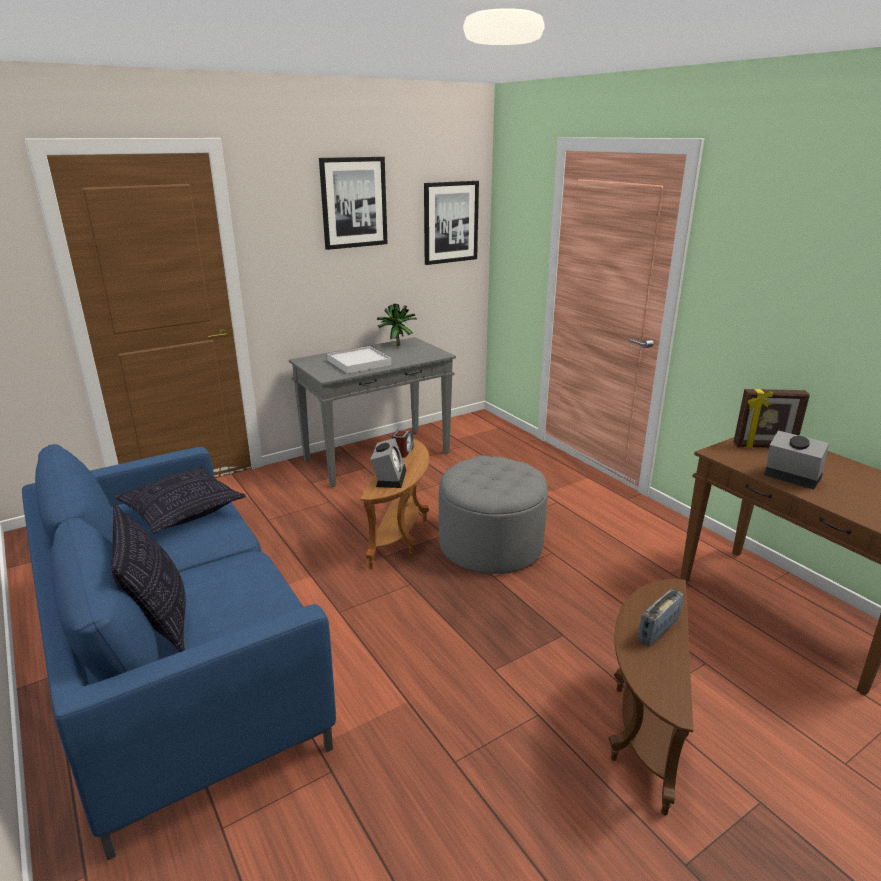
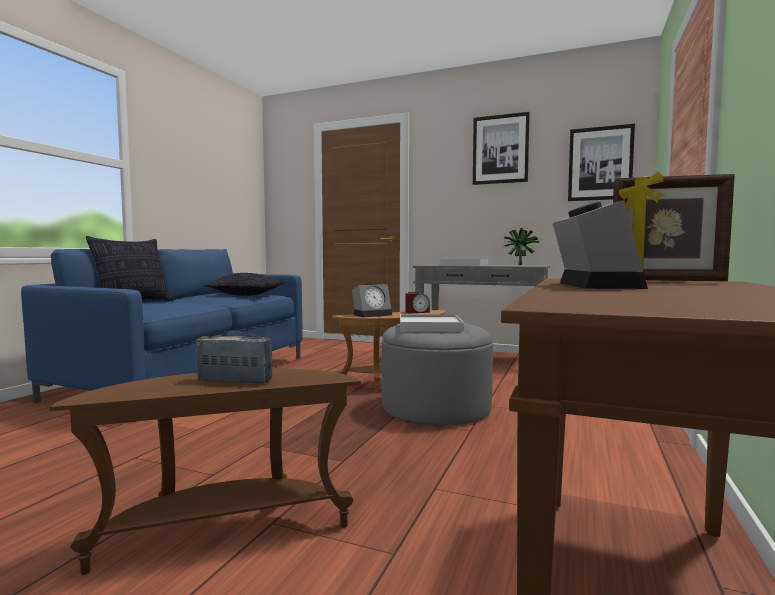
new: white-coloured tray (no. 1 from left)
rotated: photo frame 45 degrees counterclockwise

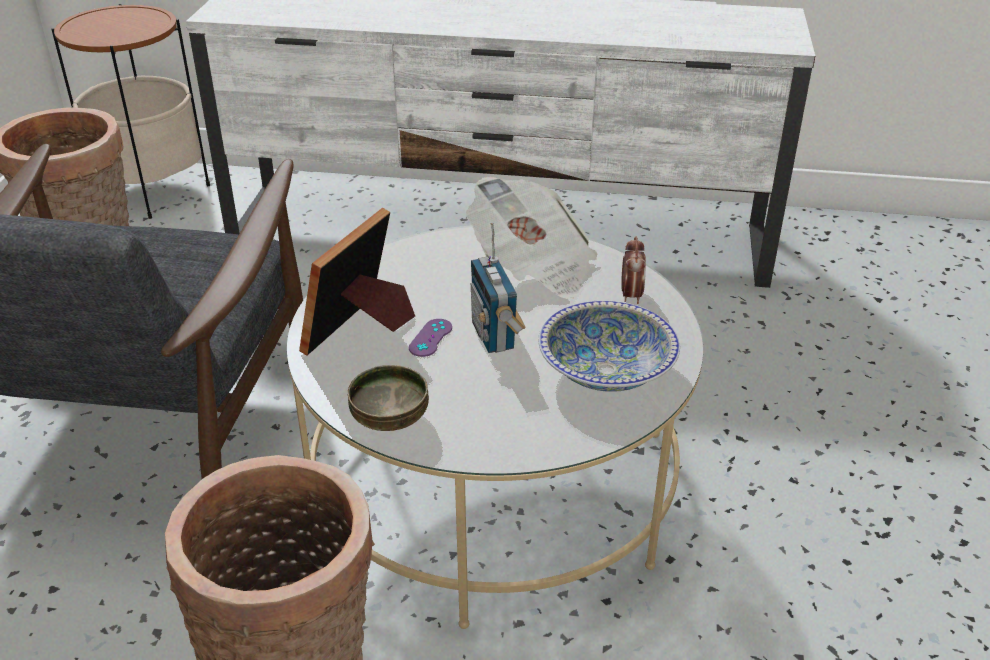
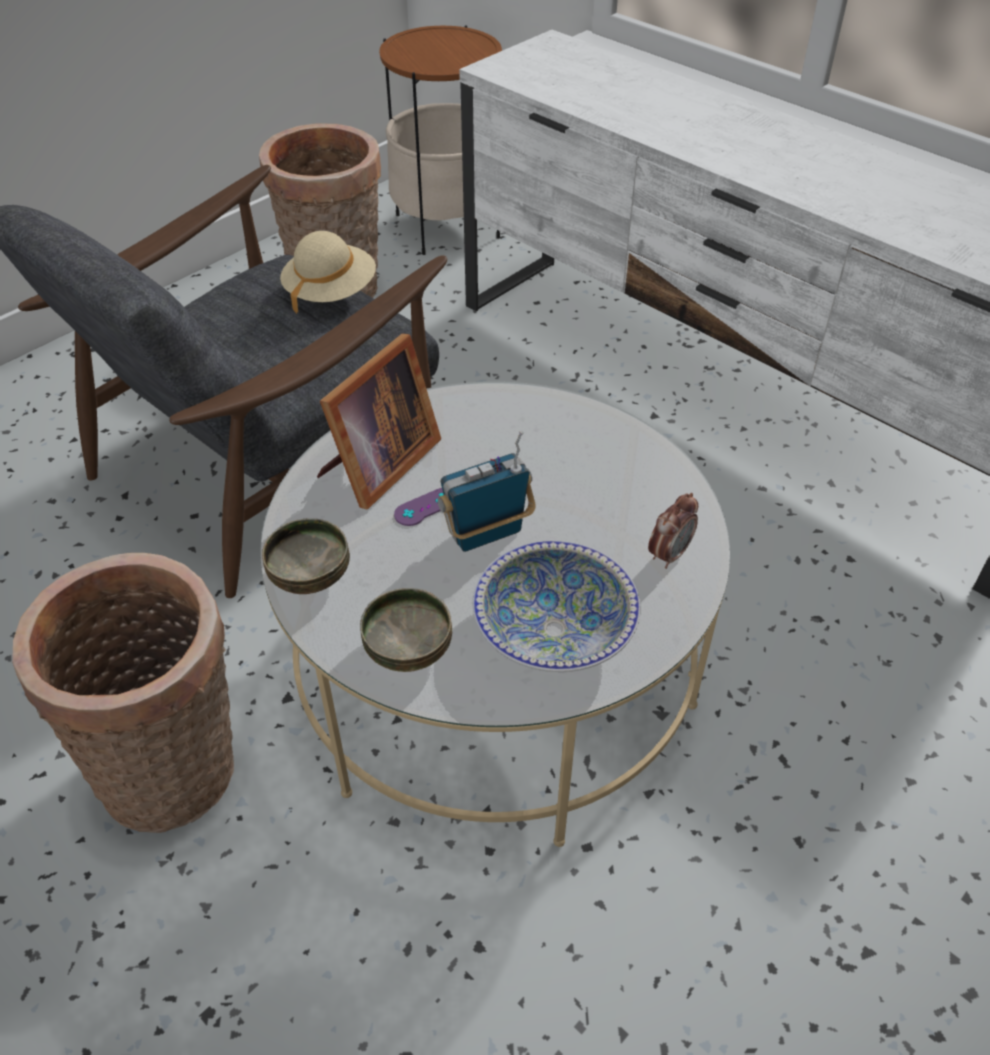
gone: newspaper
new: beige wearable hat; serving bowl (no. 2 from left)
rotated: photo frame 150 degrees clockwise; radio set 45 degrees clockwise

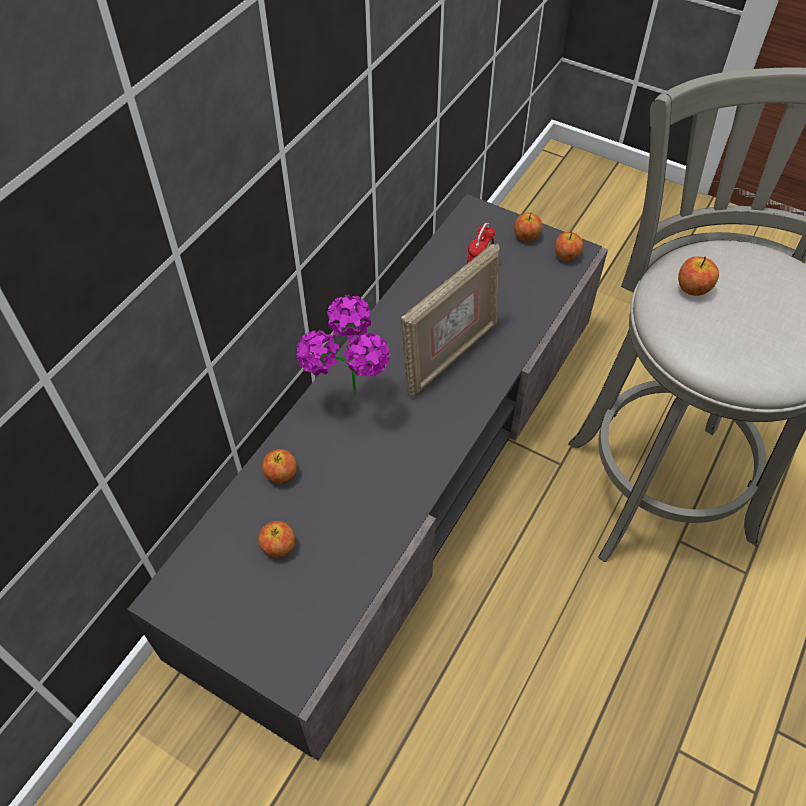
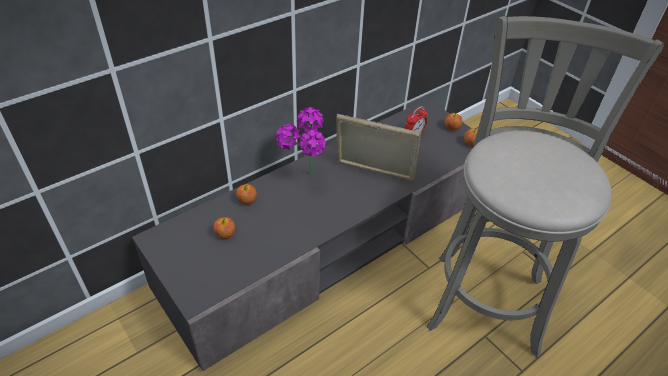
gone: apple (no. 5 from left)
rotated: photo frame 135 degrees counterclockwise

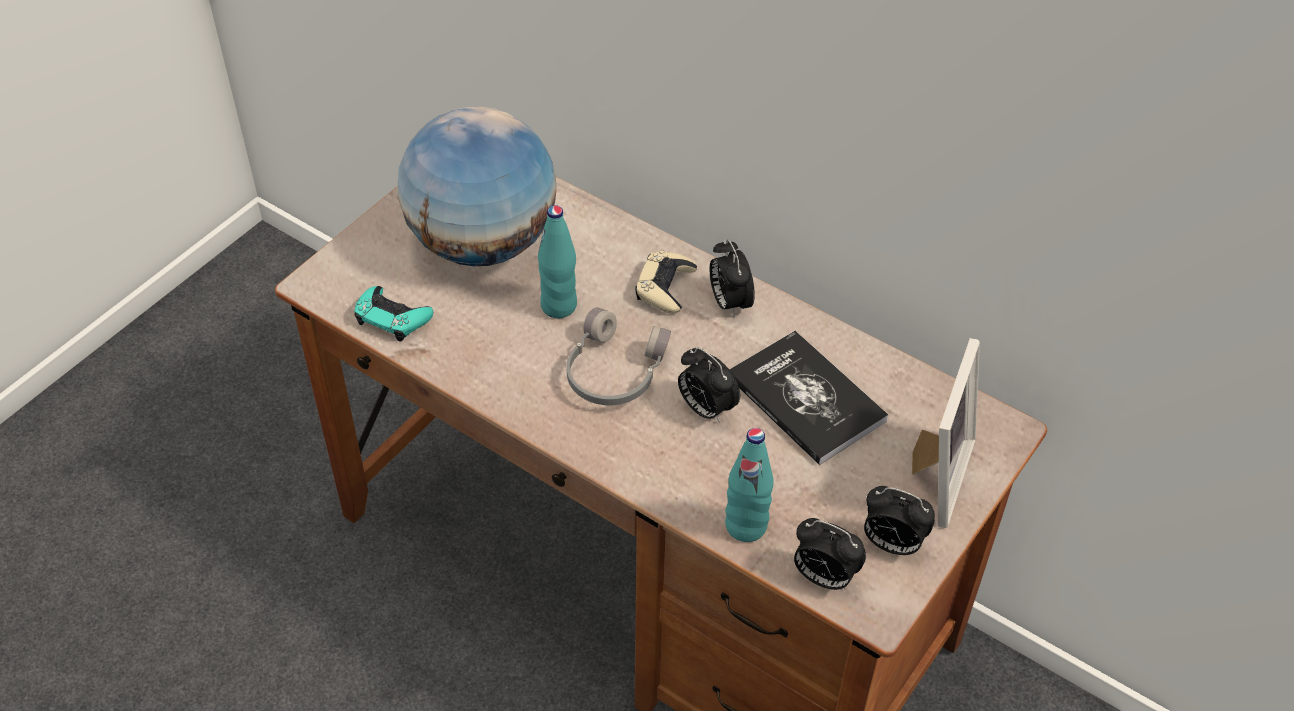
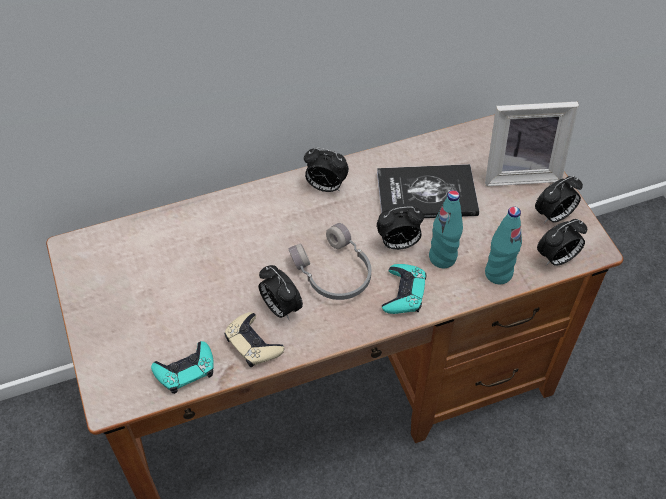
gone: world globe
new: bedside clock (no. 1 from left); turquoise gamepad (no. 2 from left)
shifted: turquoise beverage bottle (no. 1 from left); beige gamepad
rotated: photo frame 120 degrees clockwise

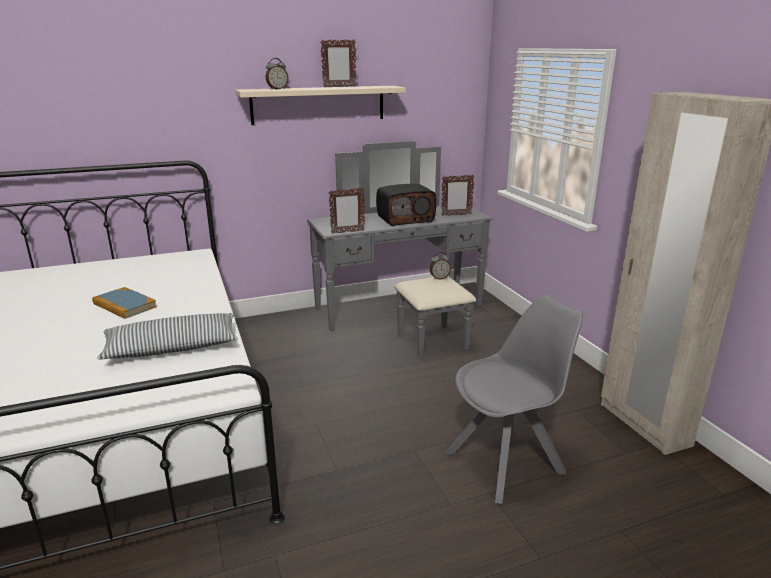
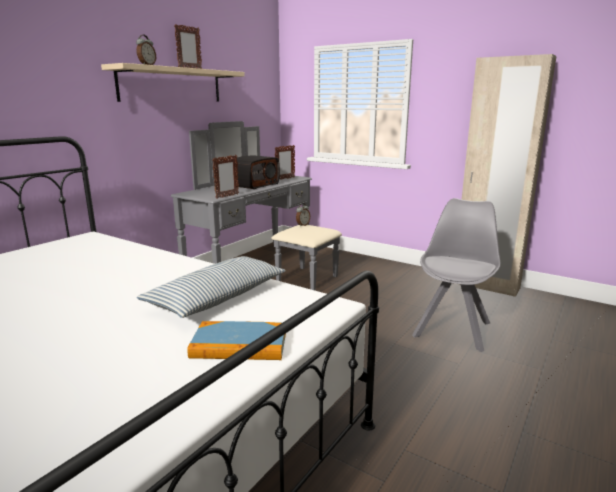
shifted: volume

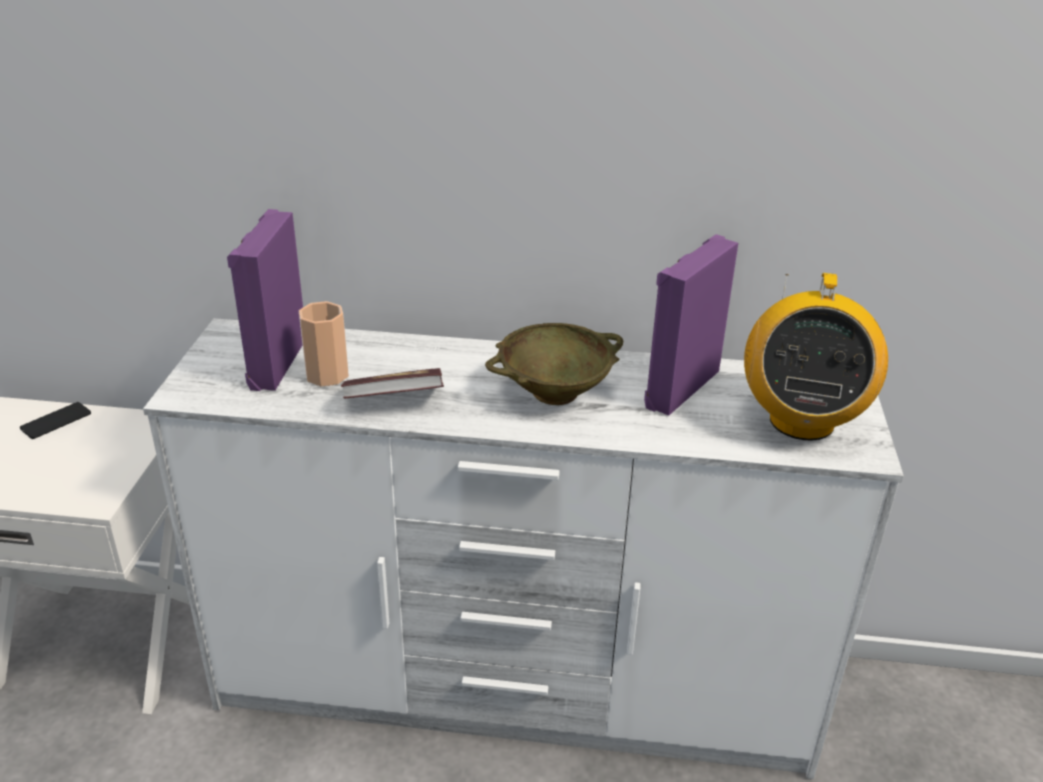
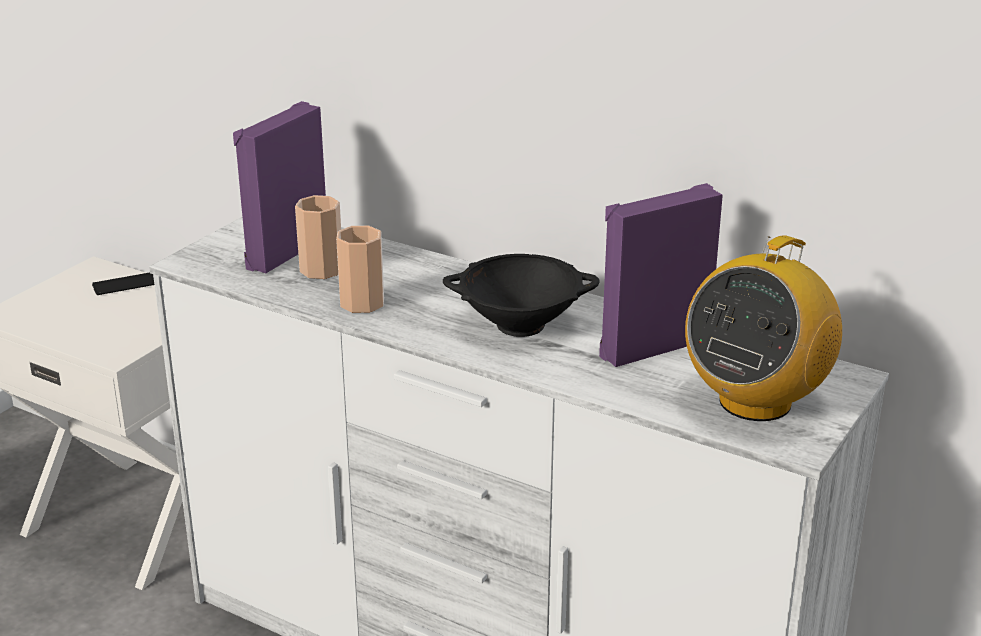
swapped: volume to cup (no. 2 from left)
repainted: beige serving bowl to black-coloured serving bowl

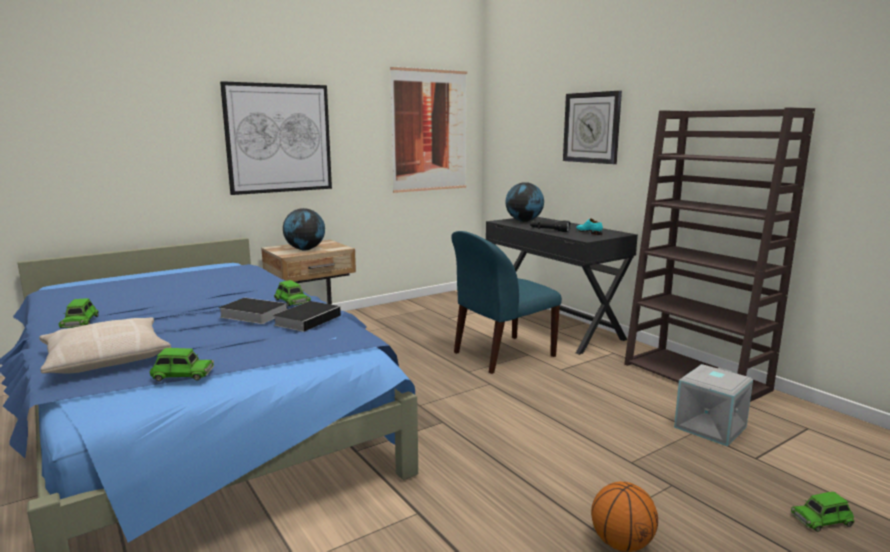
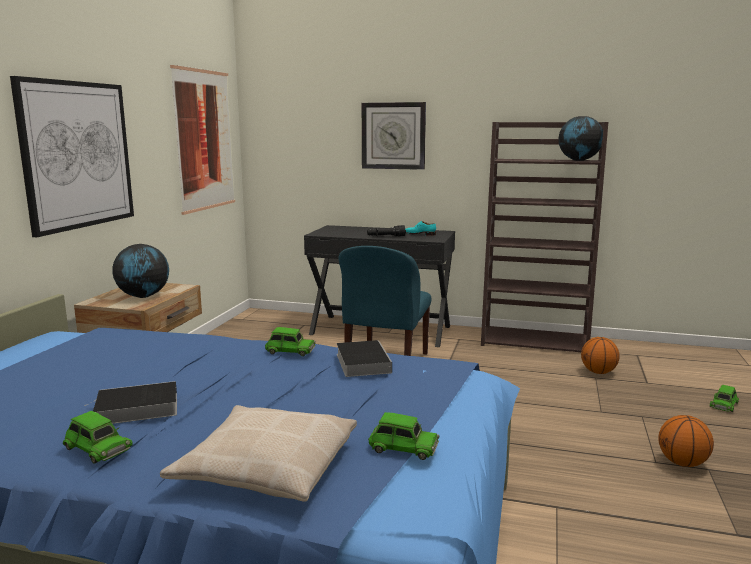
shifted: volume (no. 1 from left); world globe (no. 2 from left)
swapped: gray storage container to basketball ball (no. 1 from left)
rotated: green-coloured toy car (no. 2 from left in the first image) 60 degrees clockwise

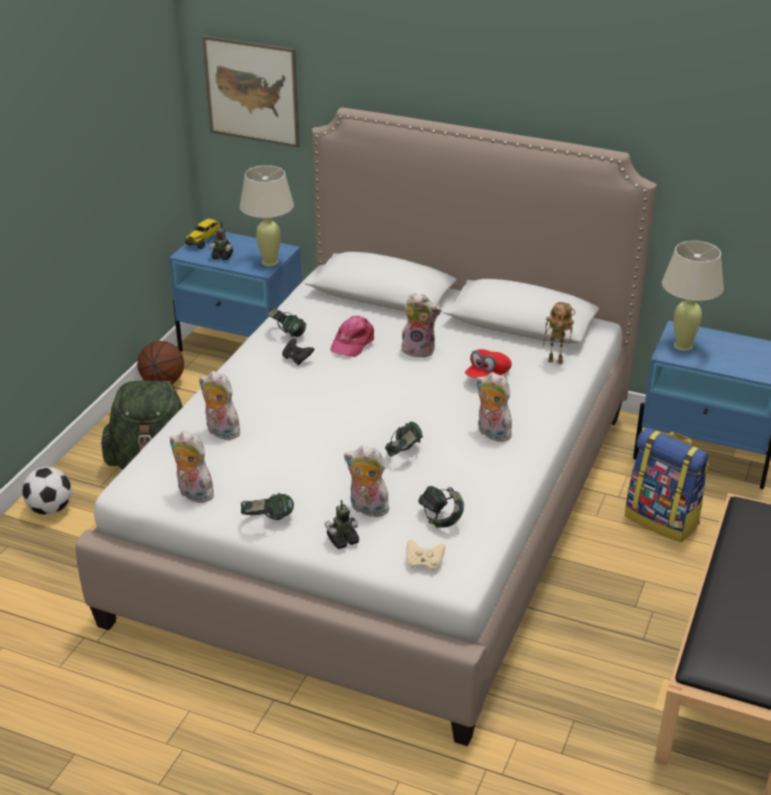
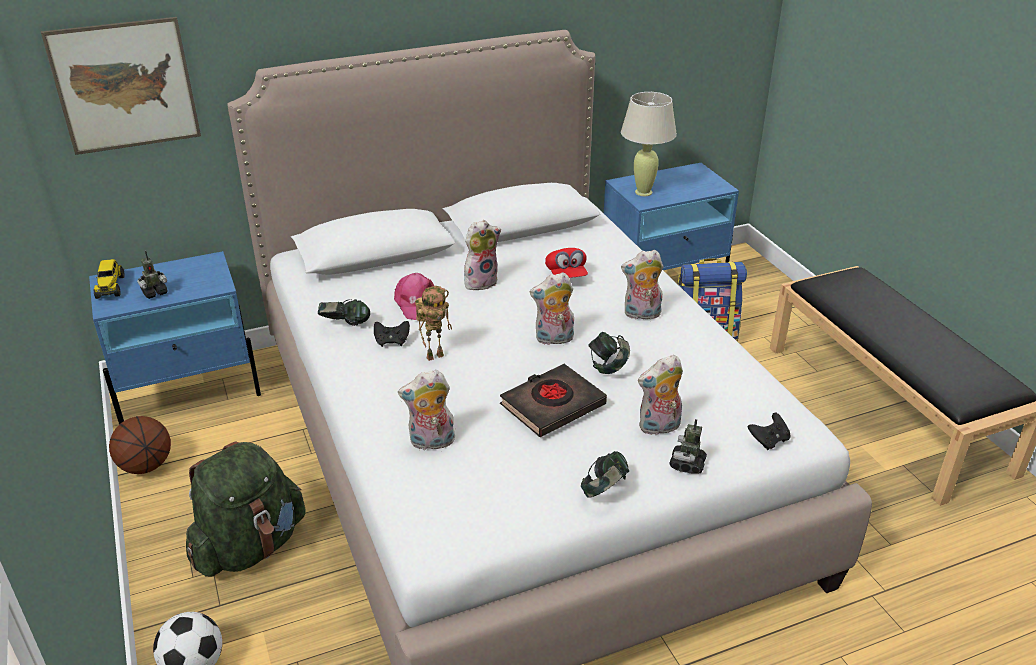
gone: beige tabletop lamp (no. 1 from left); pair of headphones (no. 4 from left)
new: black-coloured volume
shifted: soft toy (no. 1 from left in the first image) to soft toy (no. 3 from left); toy robot (no. 3 from left in the first image) to toy robot (no. 2 from left)
repainted: beige gamepad to black-coloured gamepad (no. 2 from left)

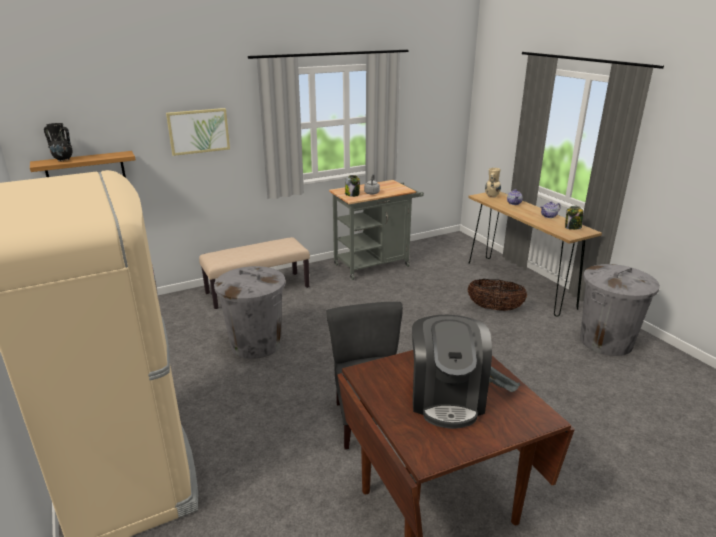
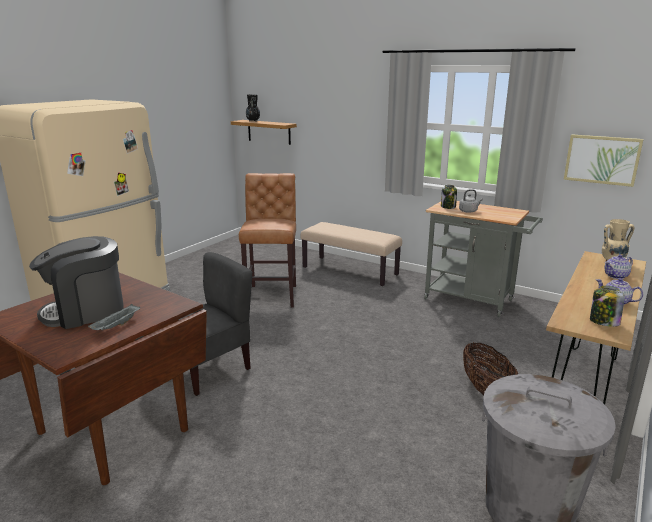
shifted: picture
swapped: gray waste bin (no. 1 from left) to brown-coloured stool

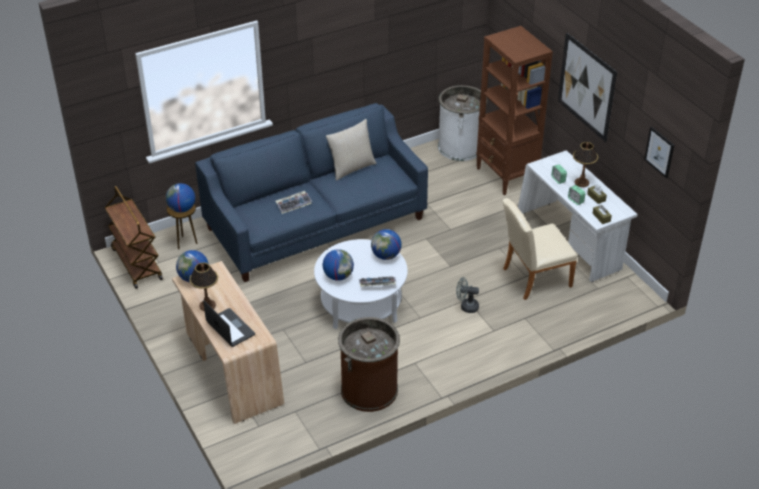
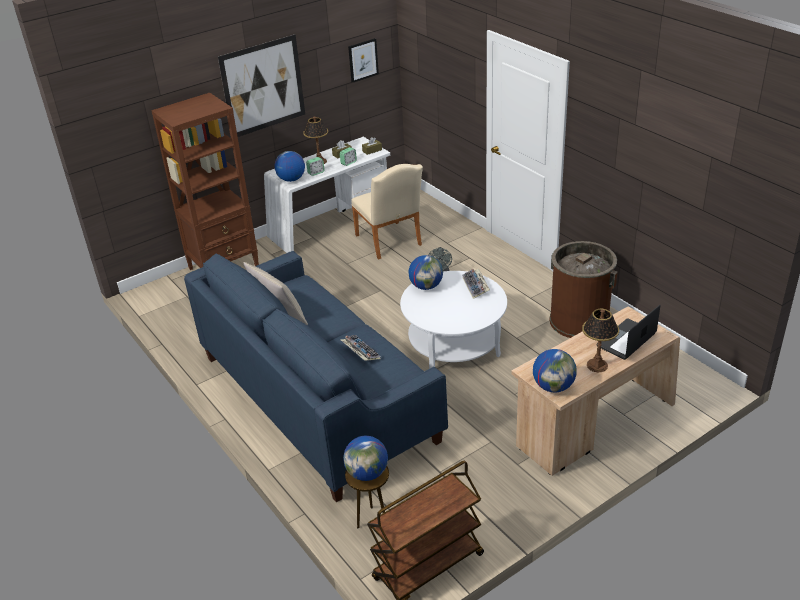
gone: white-coloured waste bin
shifted: world globe (no. 3 from left in the first image) to world globe (no. 1 from left)

